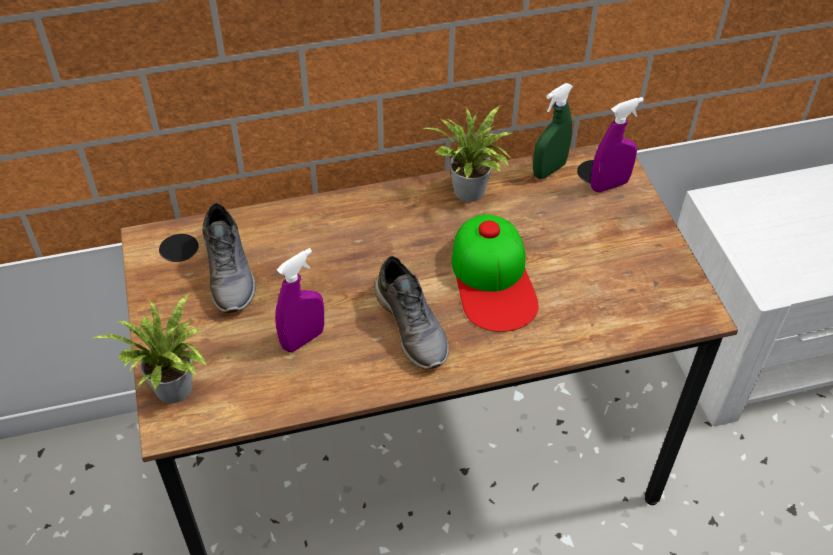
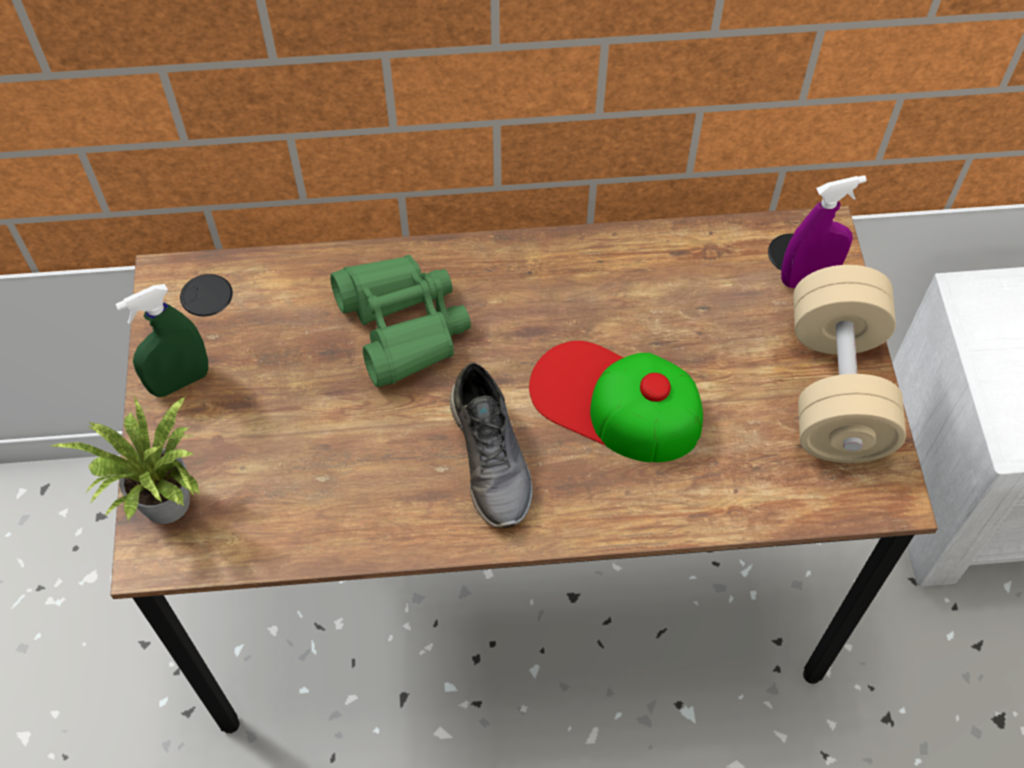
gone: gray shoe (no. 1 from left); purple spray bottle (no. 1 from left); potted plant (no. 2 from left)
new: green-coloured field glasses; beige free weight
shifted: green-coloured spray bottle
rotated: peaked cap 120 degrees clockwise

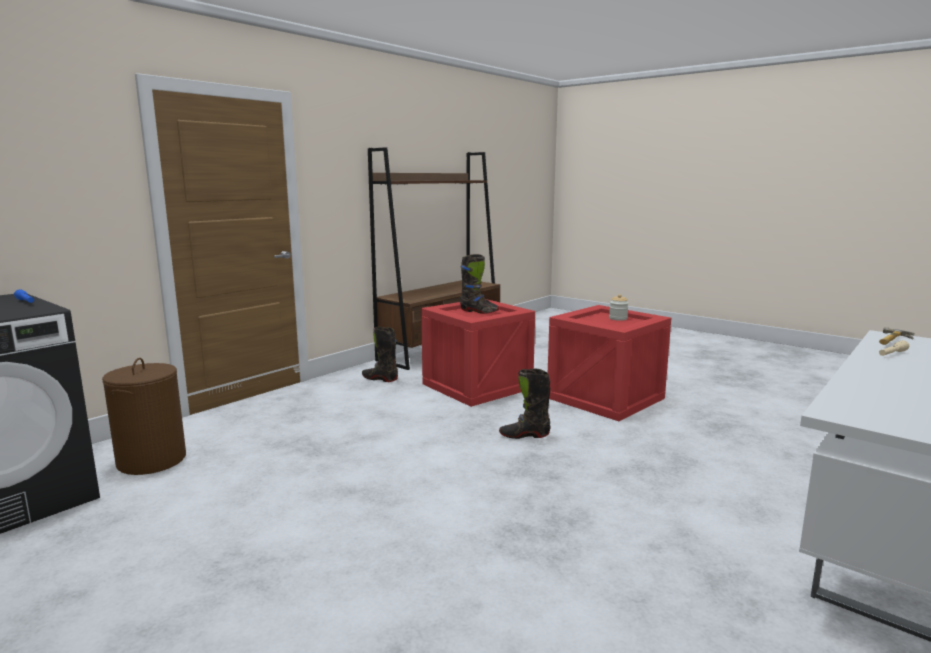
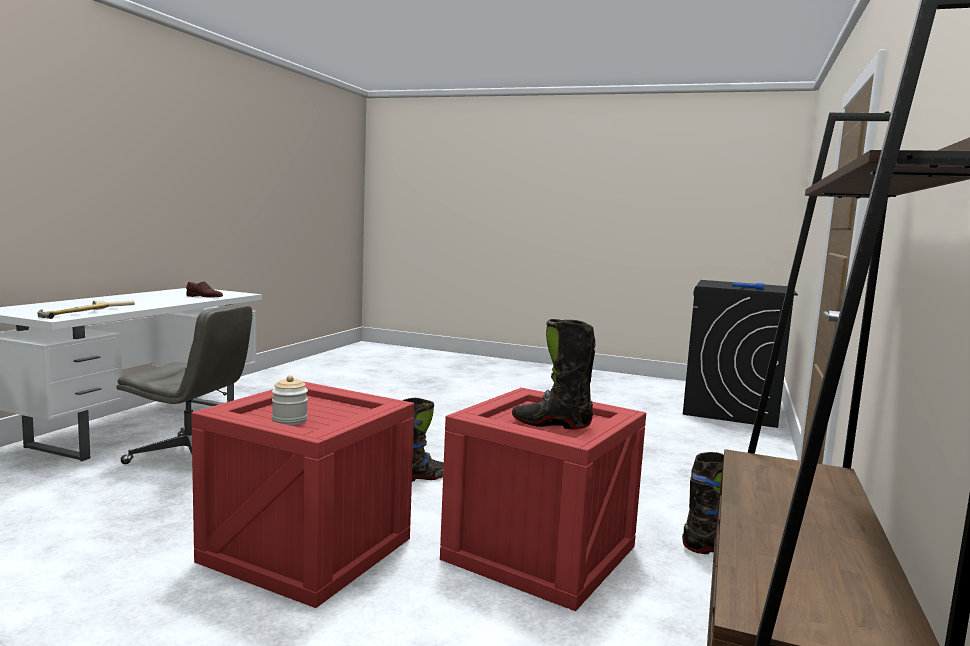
gone: brown-coloured laundry basket
new: gray office chair; brown-coloured shoe

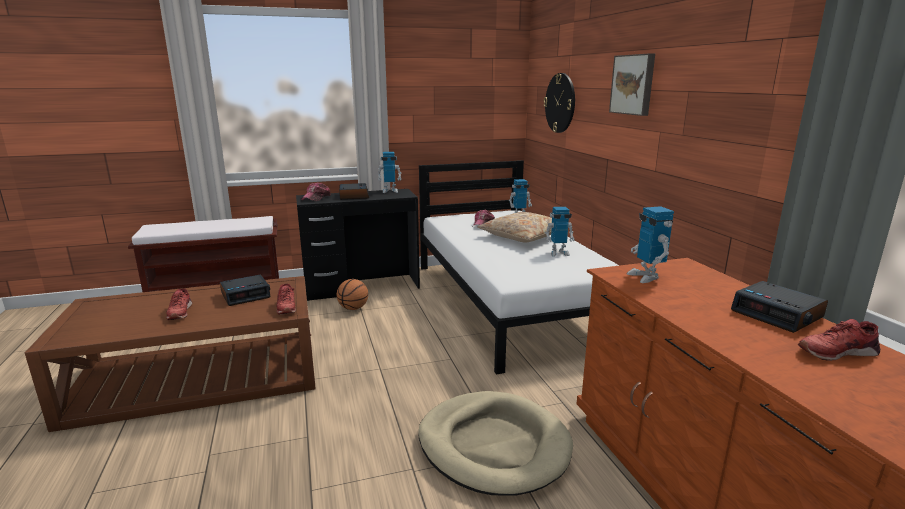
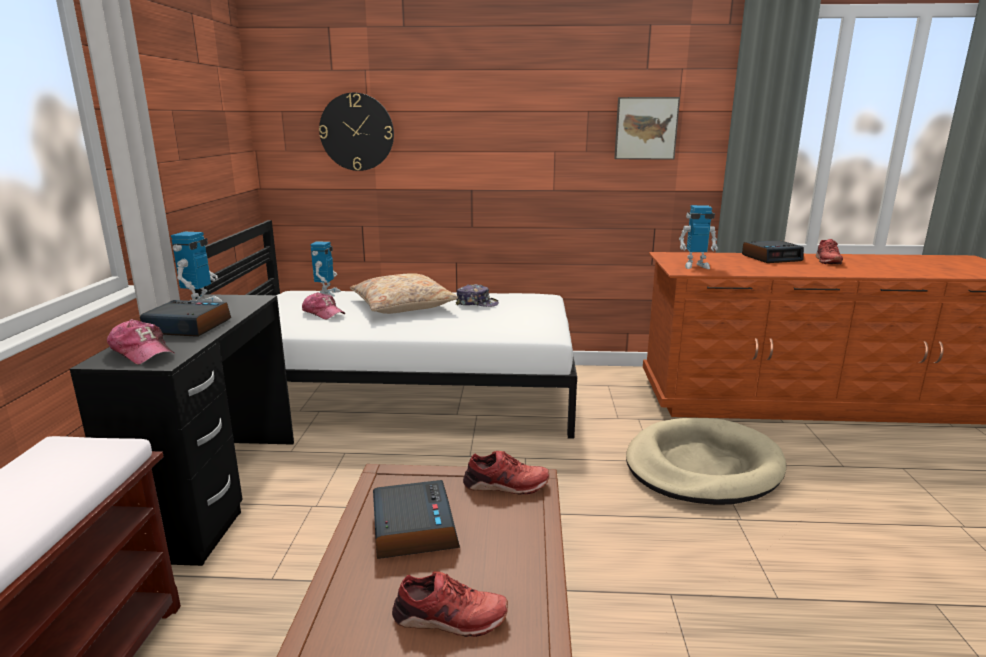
gone: basketball ball
shifted: picture
swapped: toy robot (no. 3 from left) to peaked cap (no. 3 from left)

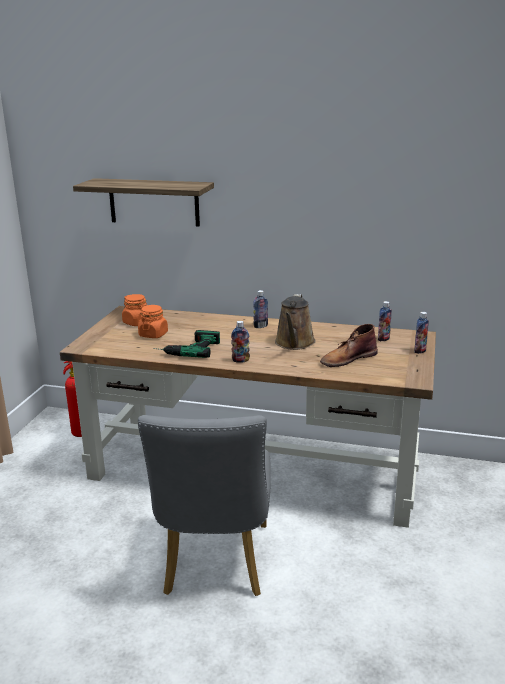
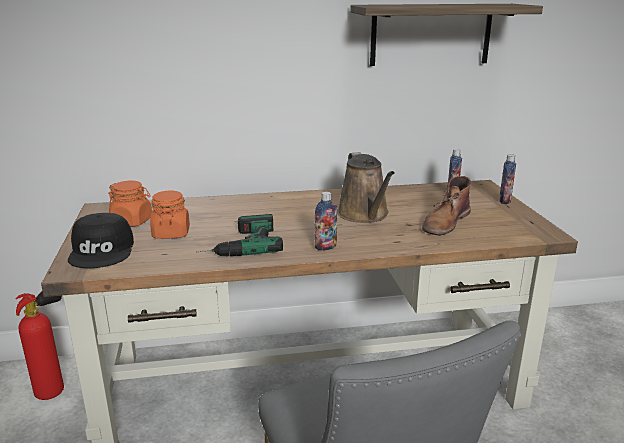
gone: beverage bottle (no. 2 from left)
new: black-coloured peaked cap
shifted: bracket shelf

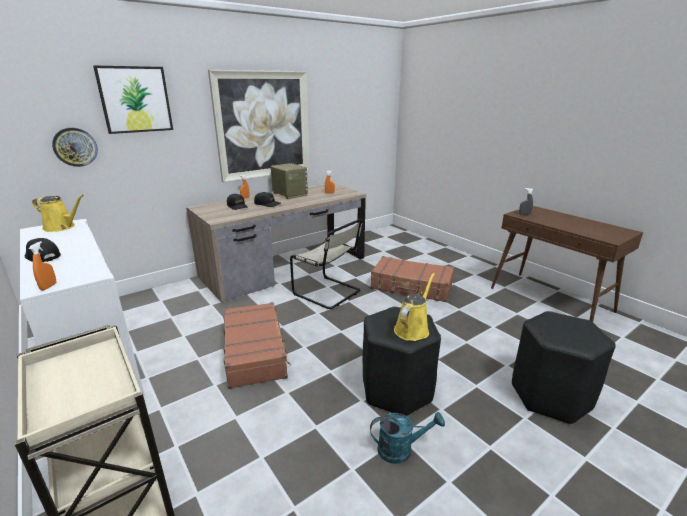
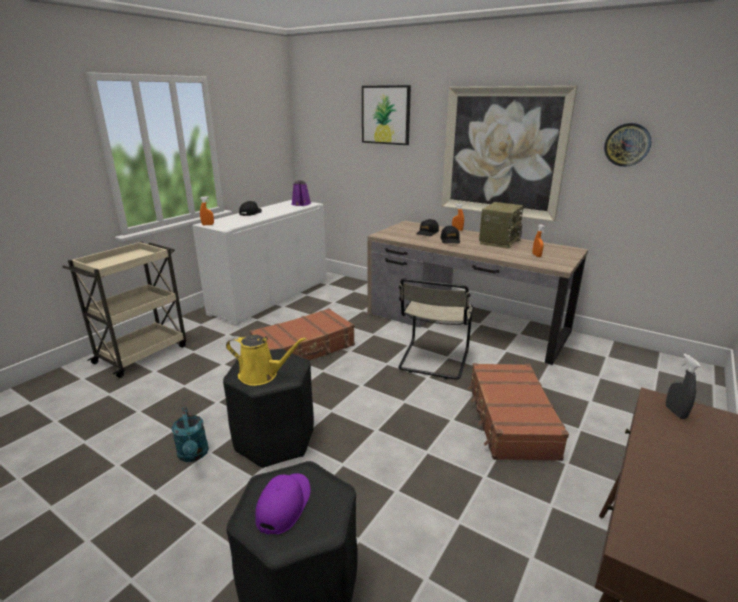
new: purple peaked cap
shifted: clock on the wall
repainted: yellow-coloured watering can (no. 1 from left) to purple watering can

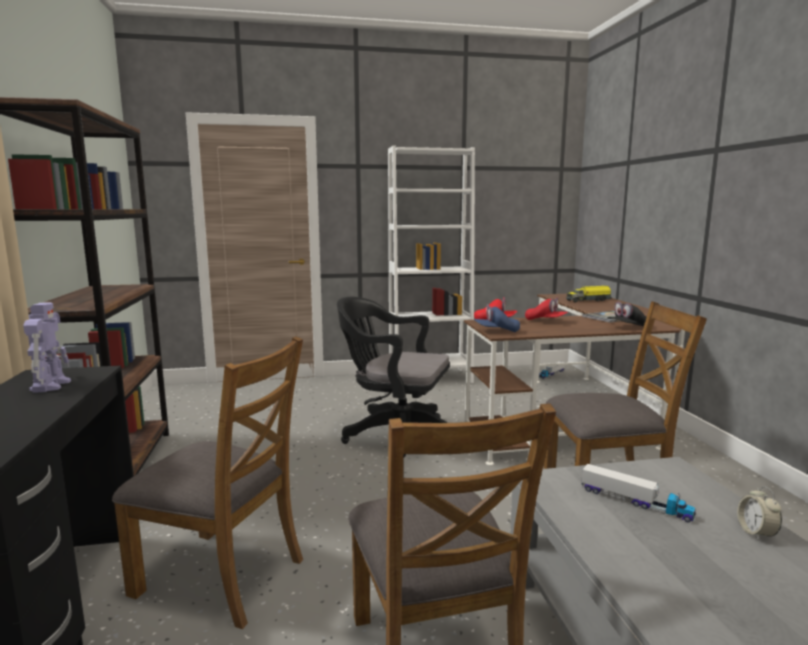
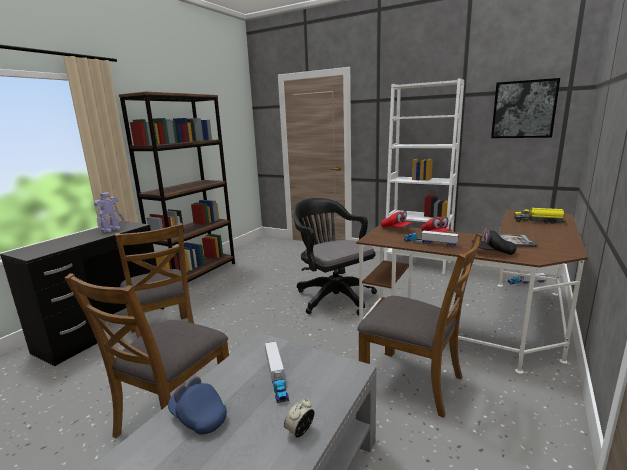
new: model truck (no. 2 from left); picture
shifted: blue-coloured peaked cap

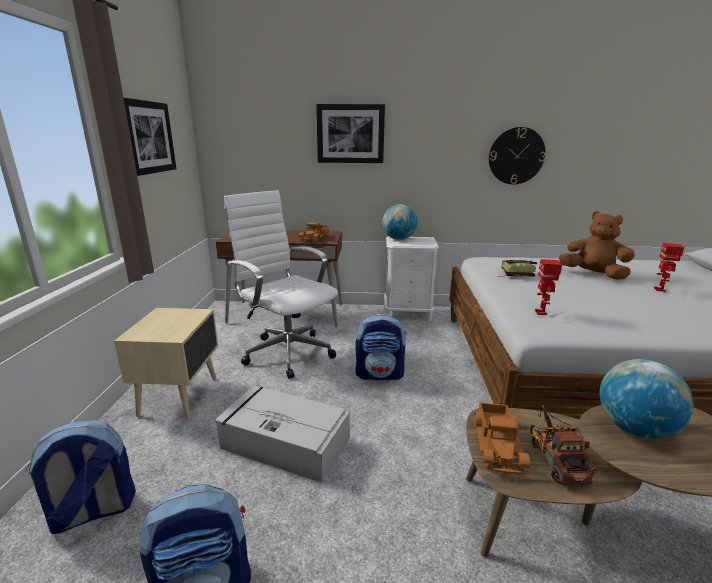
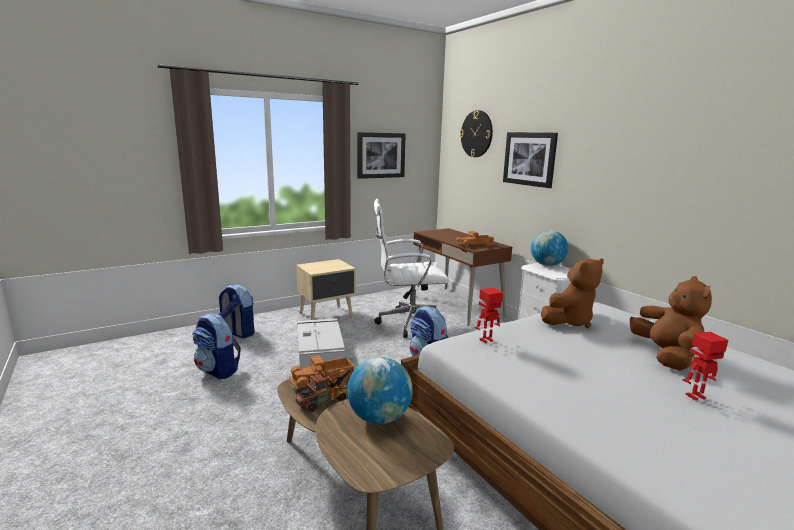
shifted: clock on the wall
swapped: volume to brown-coloured soft toy (no. 1 from left)
rotated: white-coloured office chair 105 degrees counterclockwise

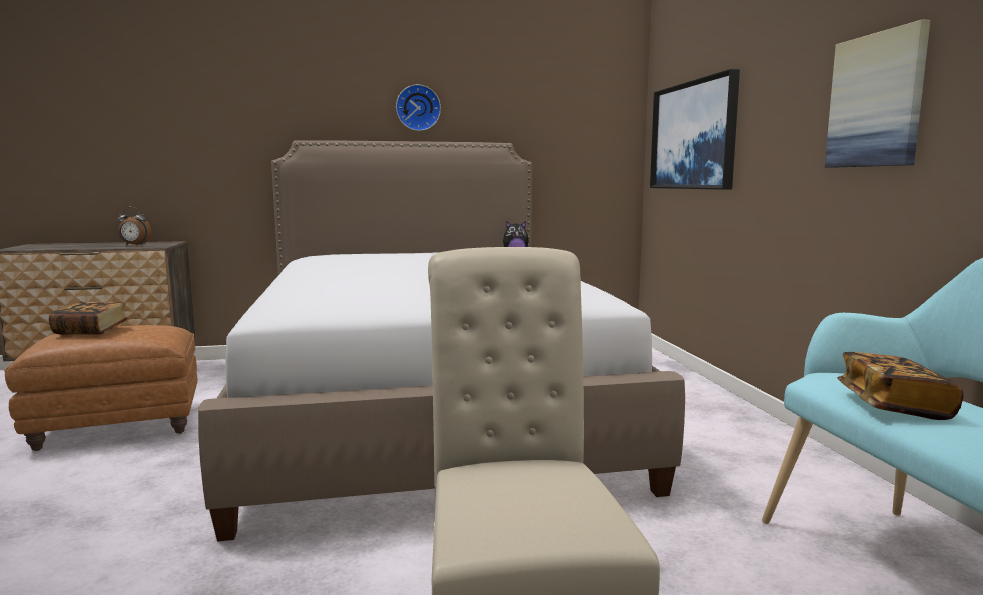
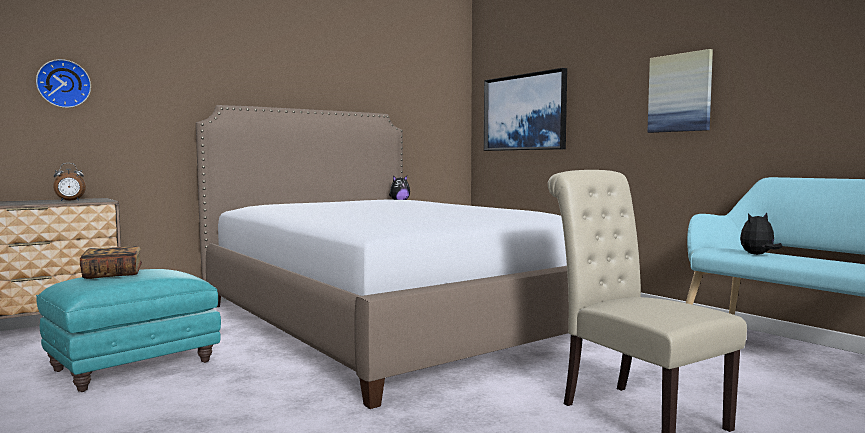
shifted: clock on the wall
swapped: volume (no. 2 from left) to soft toy (no. 2 from left)
repainted: brown-coloured footrest to turquoise footrest

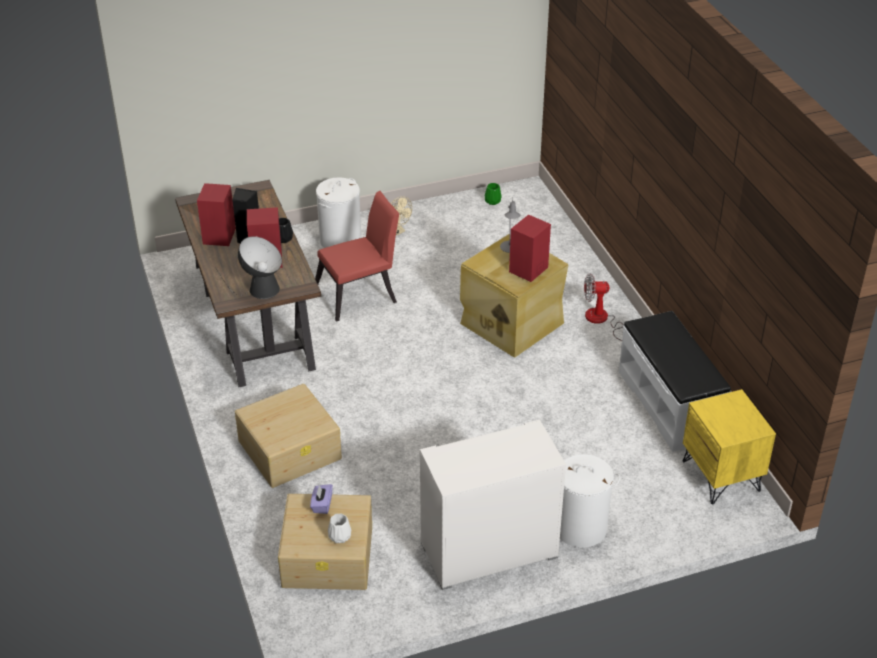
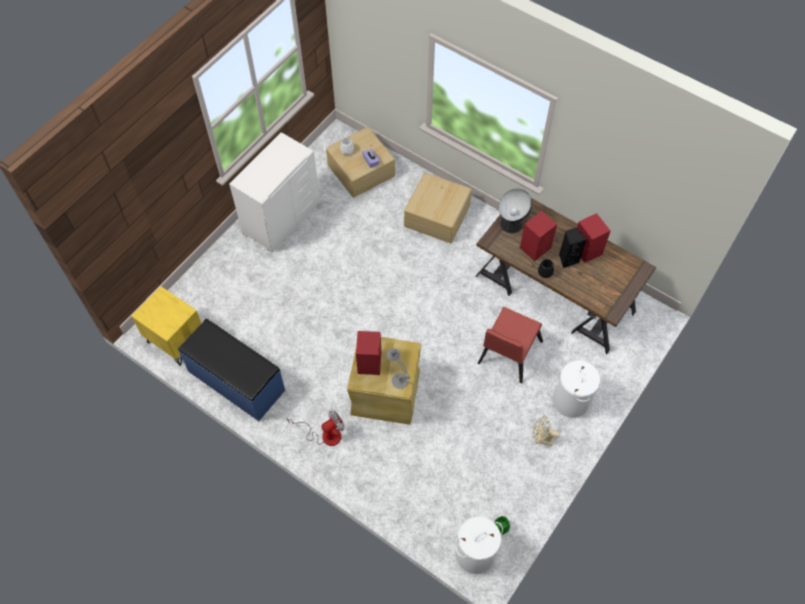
shifted: white-coloured laundry basket (no. 2 from left in the first image) to white-coloured laundry basket (no. 1 from left)
repainted: white-coloured indoor bench to blue-coloured indoor bench

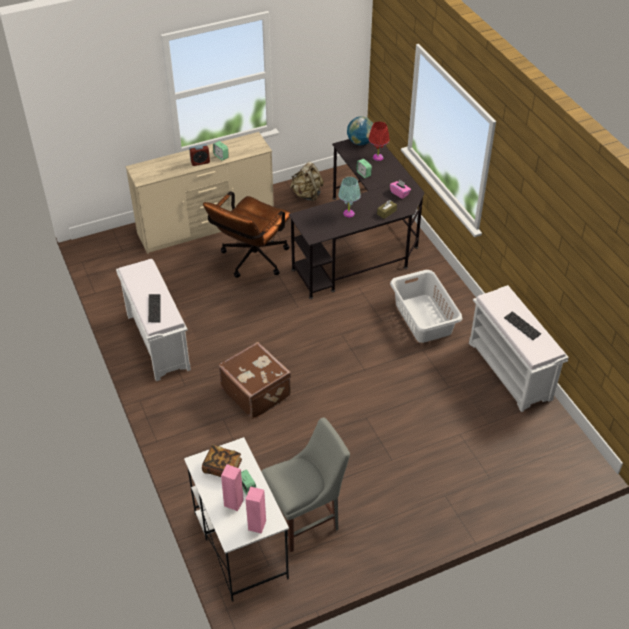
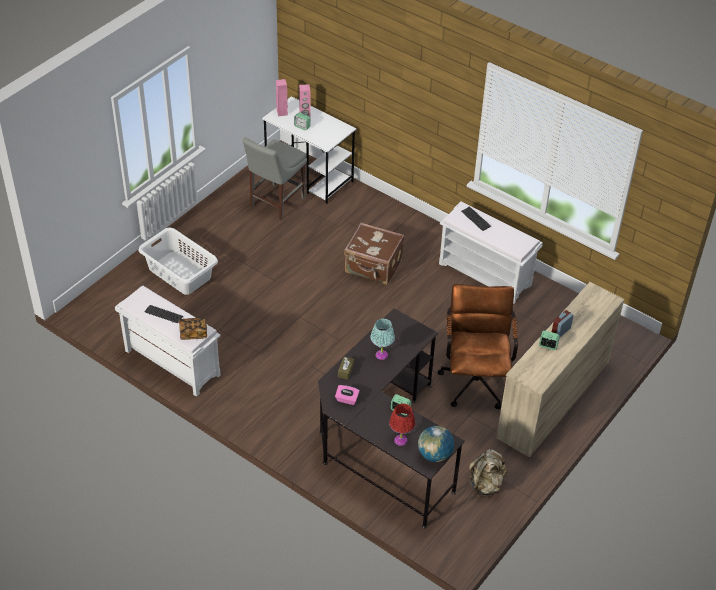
shifted: volume; white-coloured laundry basket

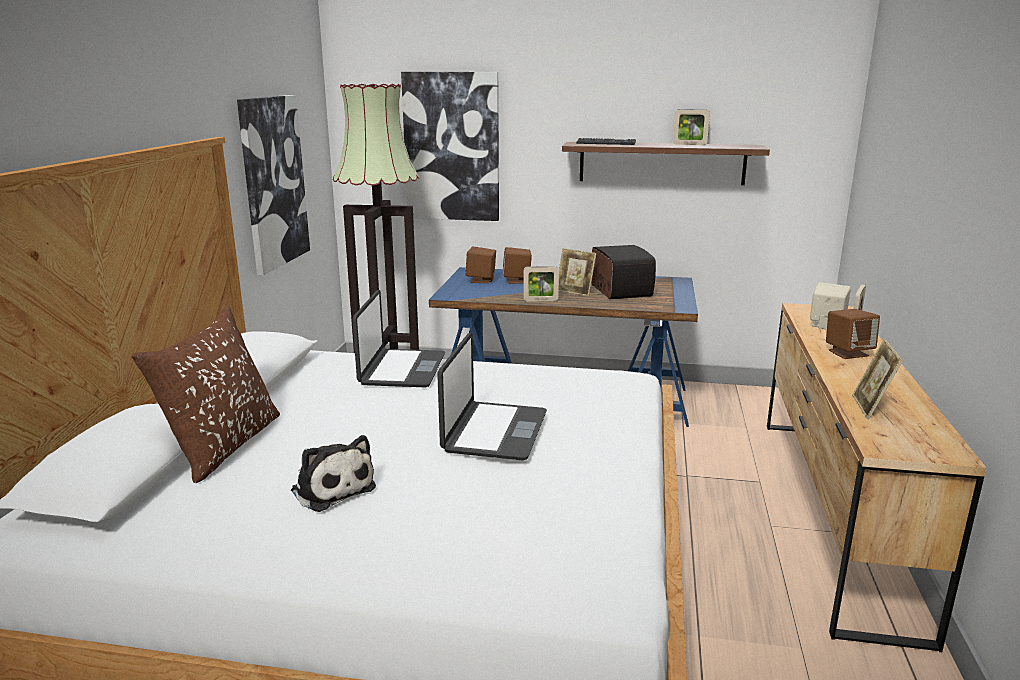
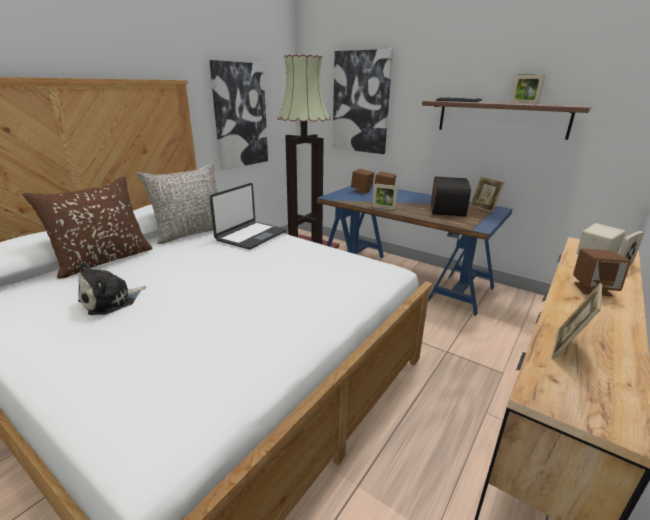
gone: portable computer (no. 2 from left)
new: gray pillow
shifted: photo frame (no. 2 from left)
rotated: soft toy 60 degrees clockwise

